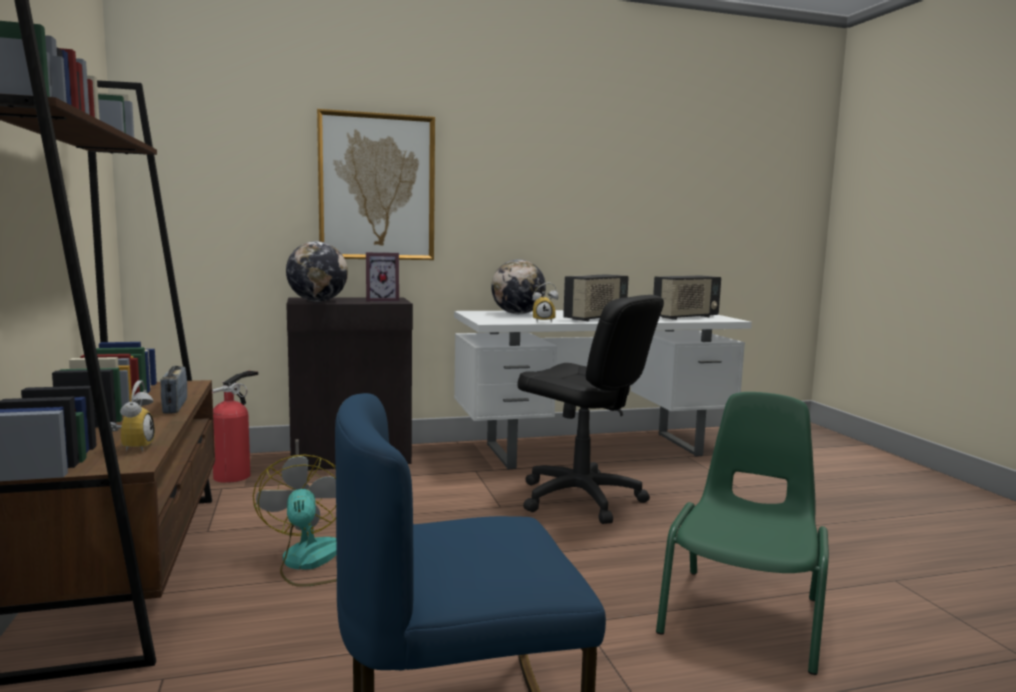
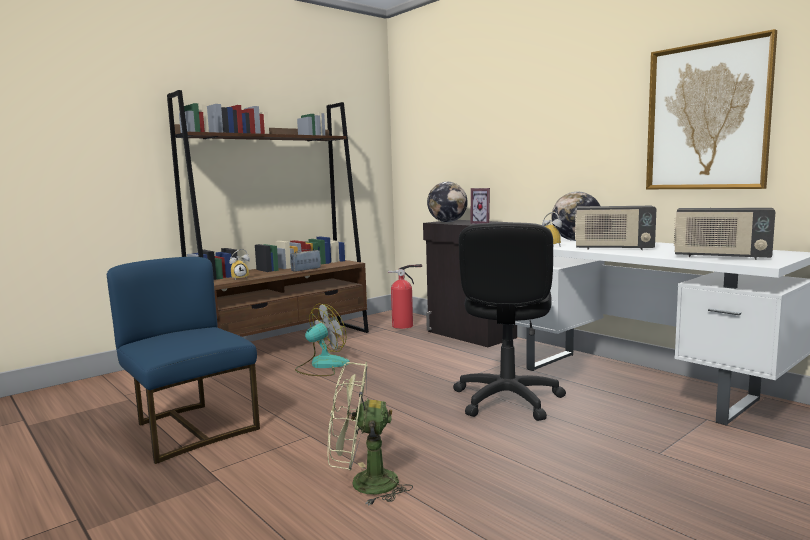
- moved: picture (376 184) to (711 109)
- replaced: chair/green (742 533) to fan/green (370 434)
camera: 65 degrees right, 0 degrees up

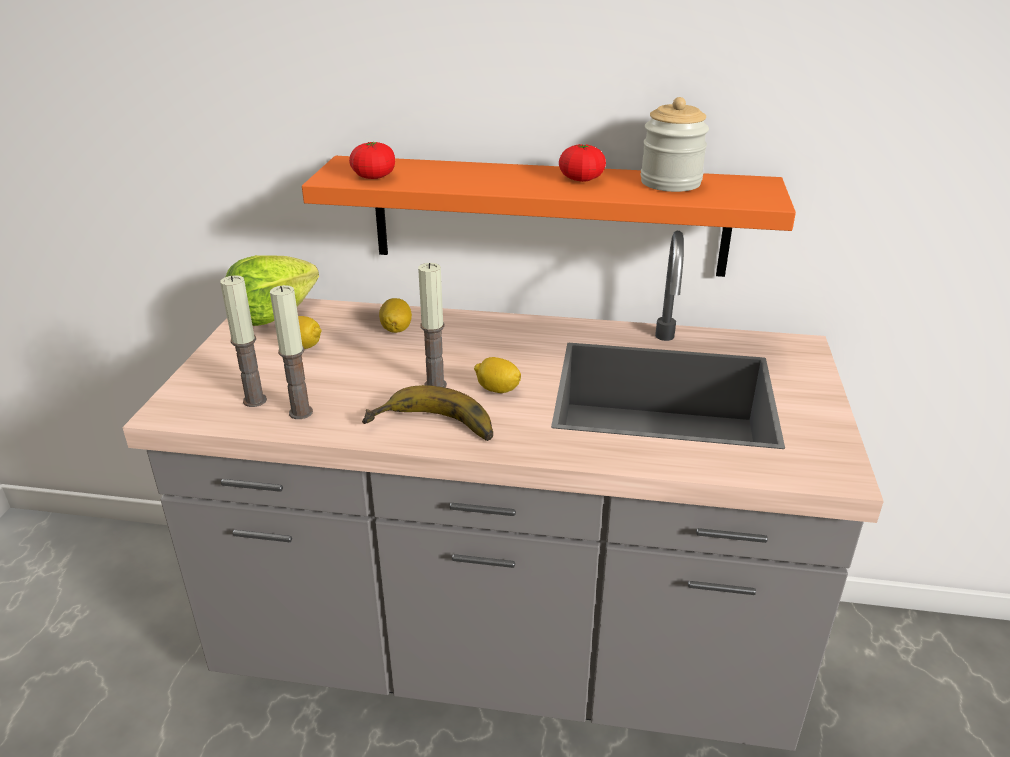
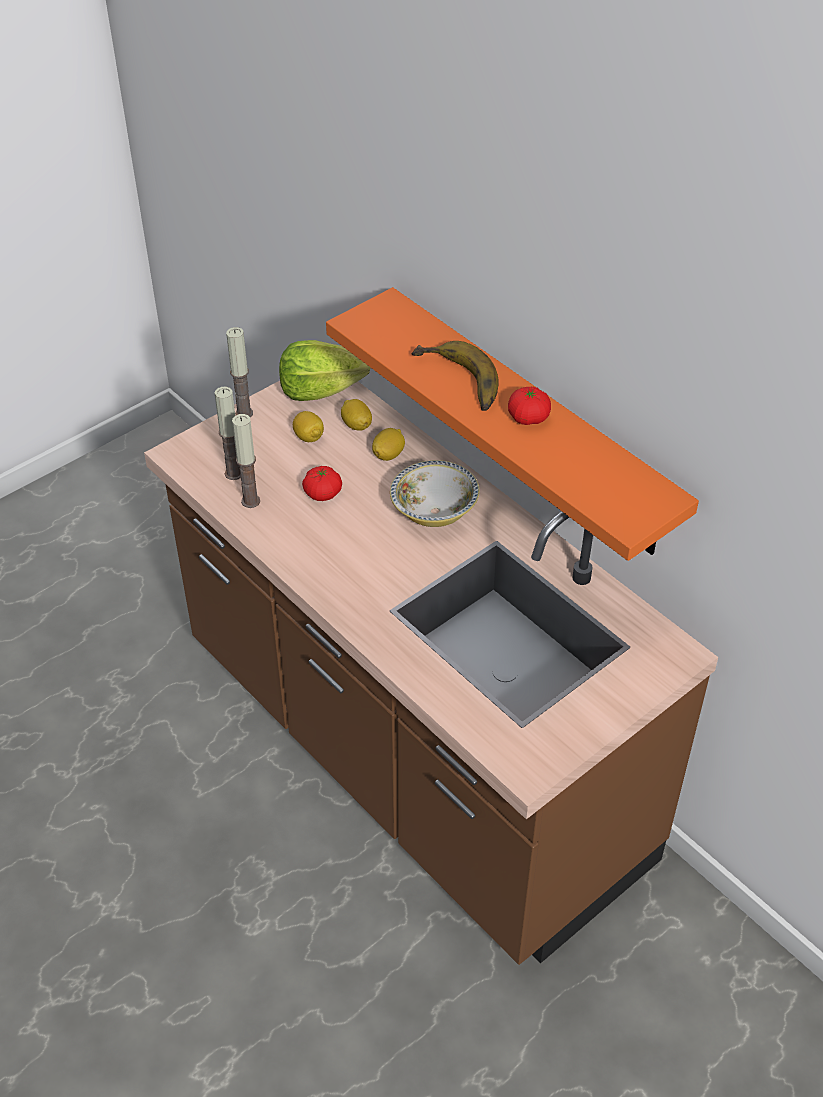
- removed: jar (675 144)
- added: bowl (435 493)
- moved: tomato (372 160) to (322 483)
- moved: banana (427 413) to (455 376)
- moved: candle (432 325) to (239 372)
- moved: lemon (497 375) to (356 415)
- recoloured: counter/grey (503 491) to counter/brown (431 673)
camera: 40 degrees right, 15 degrees up

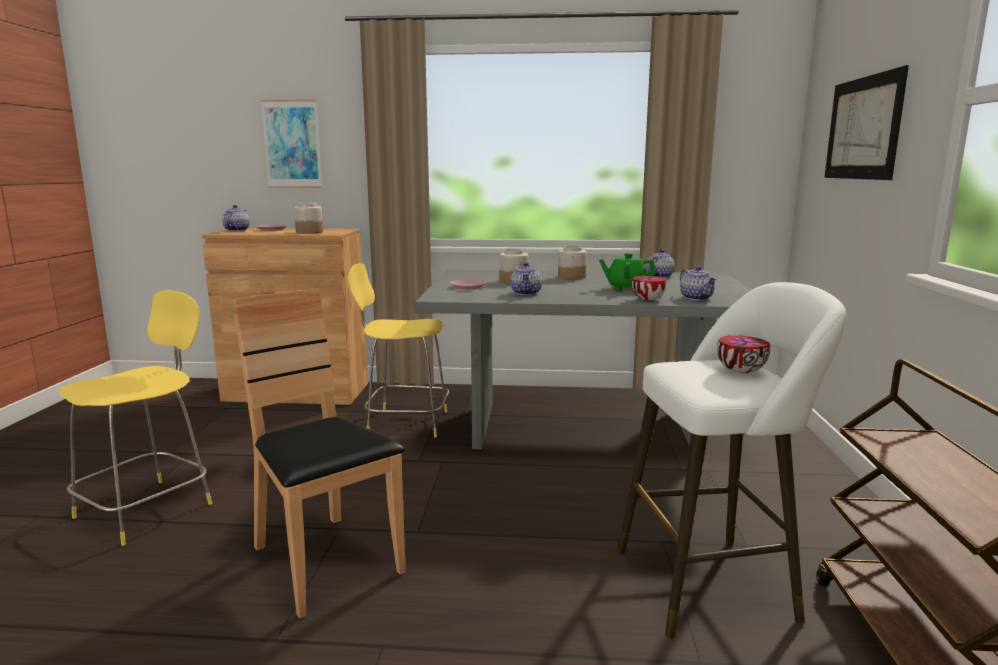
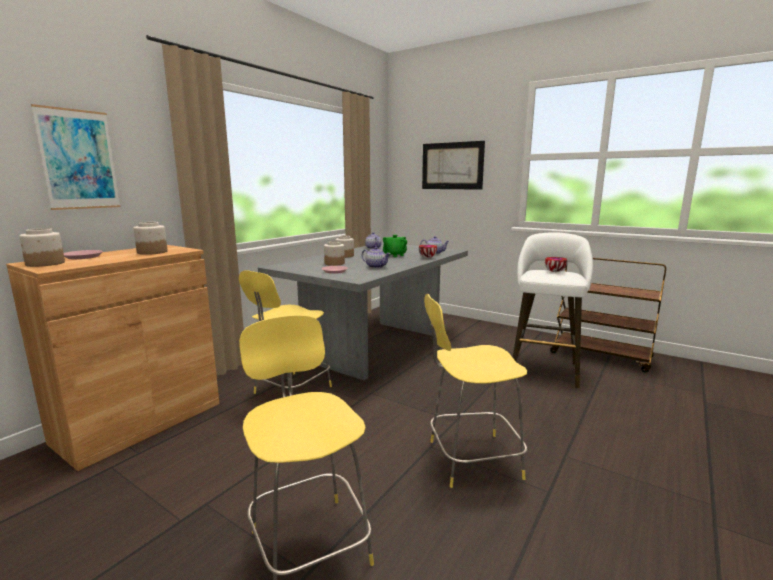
- replaced: teapot (236 218) to jar (42 247)
- replaced: chair/brown (320 453) to stool/yellow (475 391)
camera: 60 degrees left, 0 degrees up

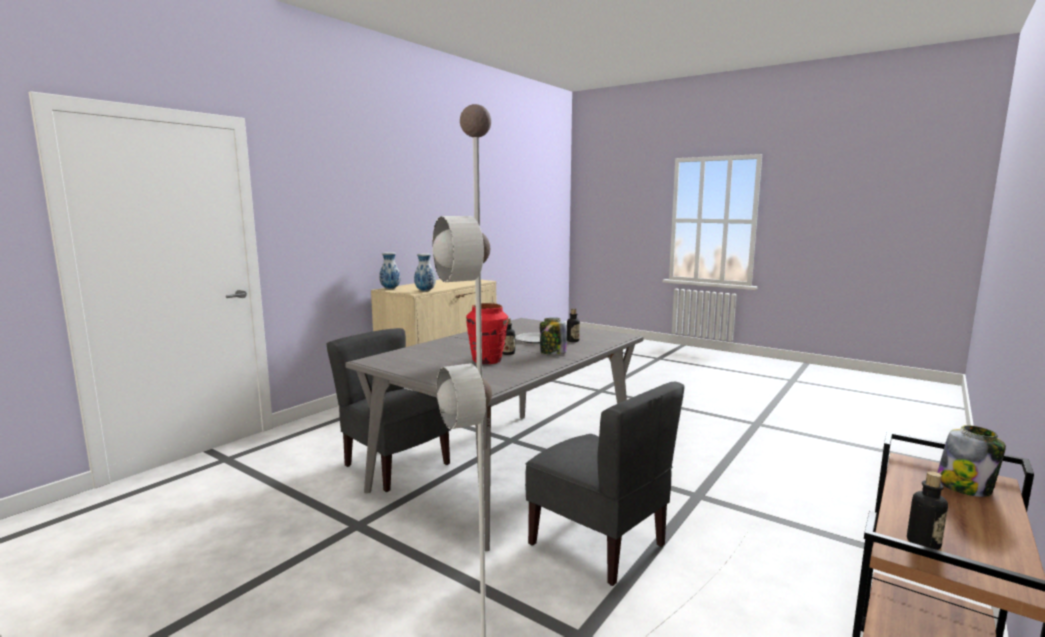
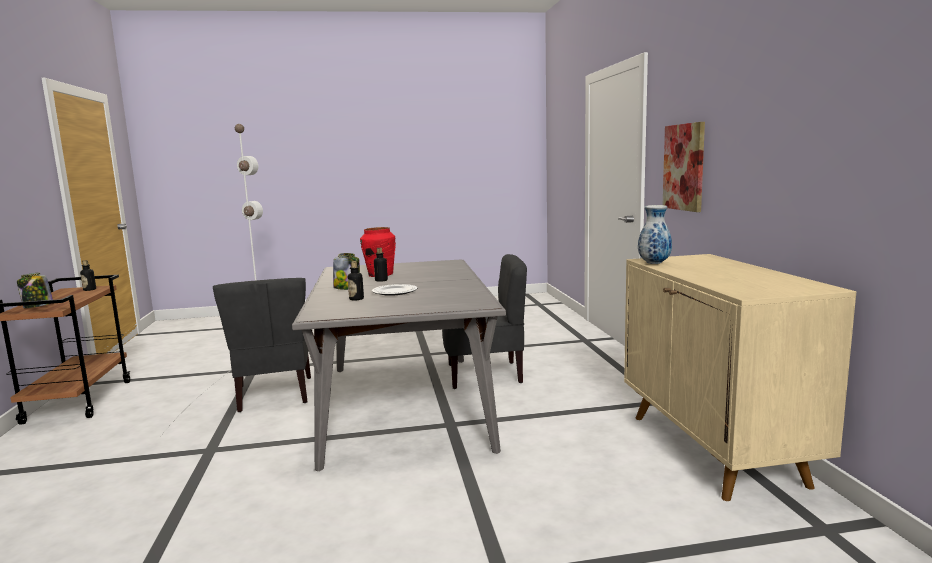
- removed: vase (390 270)
- added: picture (684 167)
- turned: chair/grey (605 484) = (262 345) 105 degrees counterclockwise
camera: 135 degrees right, 0 degrees up

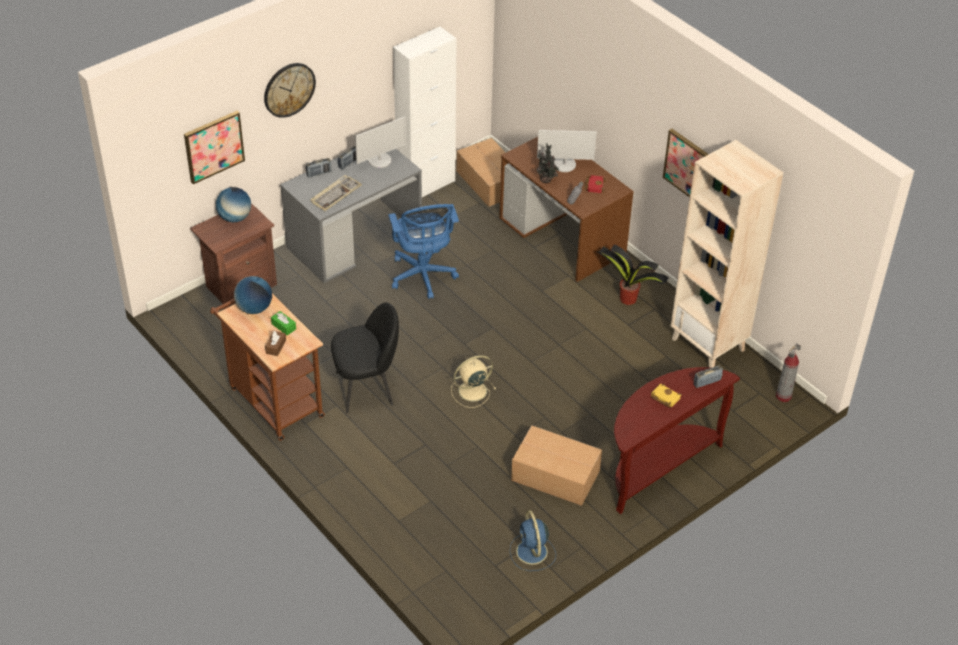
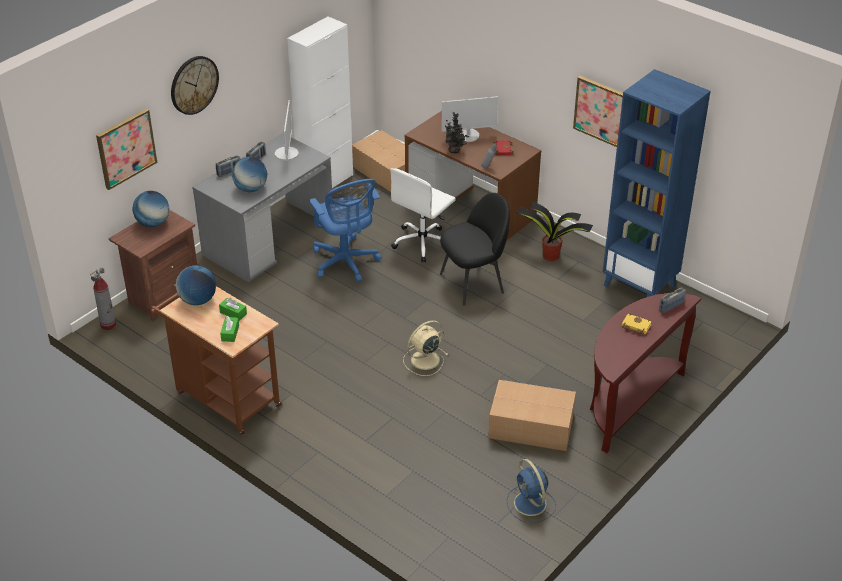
- added: office chair/white (423 215)
- moved: chair/black (365 358) to (475 249)
- moved: fire extinguisher (788 372) to (103 298)
- replaced: keyboard (336 193) to globe (249 174)
- recoloured: tissue box/brown (275 343) to tissue box/green (229 329)
- recoloured: bookcase/beige (727 254) to bookcase/blue (656 183)
- turned: monitor (380 142) = (287 130) 45 degrees counterclockwise
camera: 10 degrees left, 5 degrees down

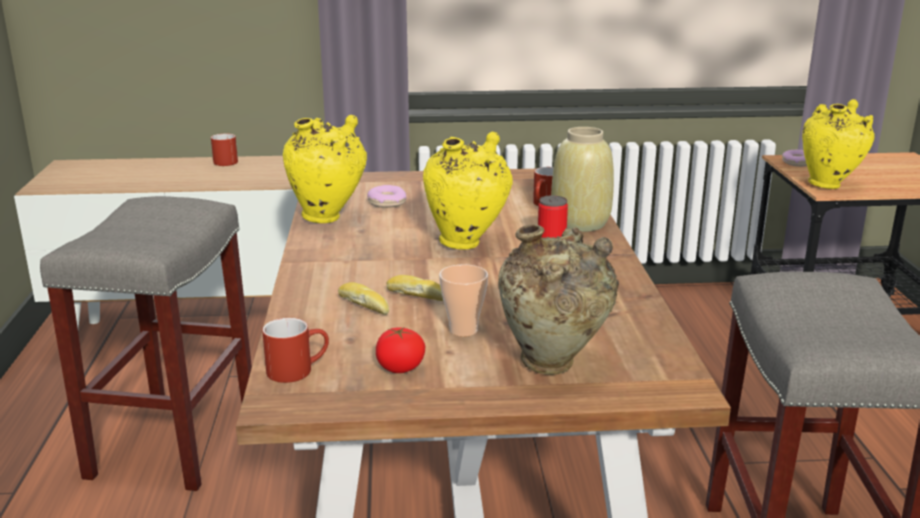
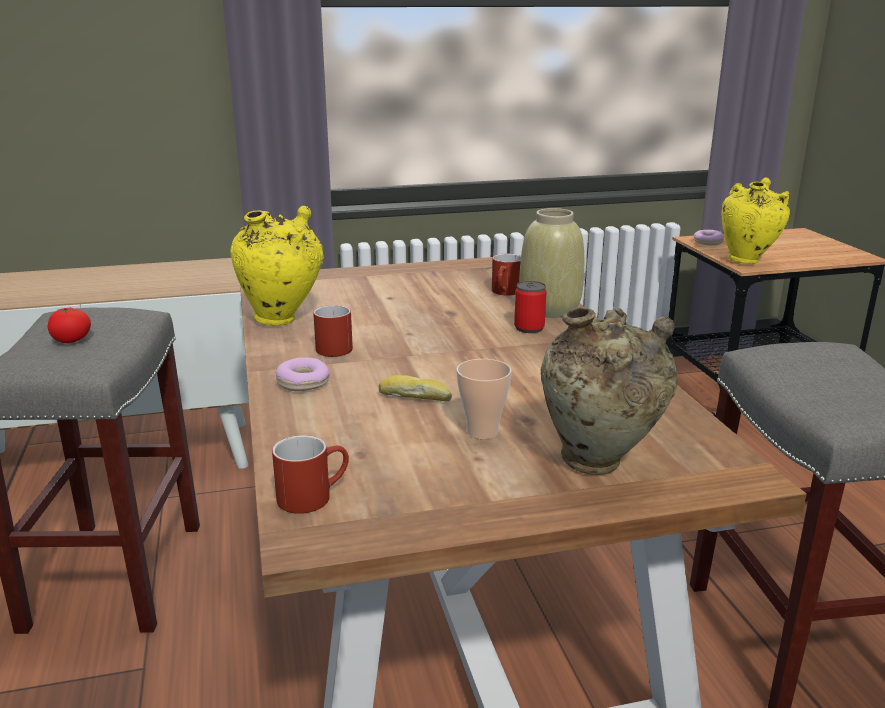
- removed: bread (363 298)
- removed: vase/yellow (468 191)
- moved: mug/red (224 149) to (333 331)
- moved: donut (387 196) to (303 374)
- moved: tomato (400 350) to (69 325)
camera: 10 degrees left, 0 degrees up

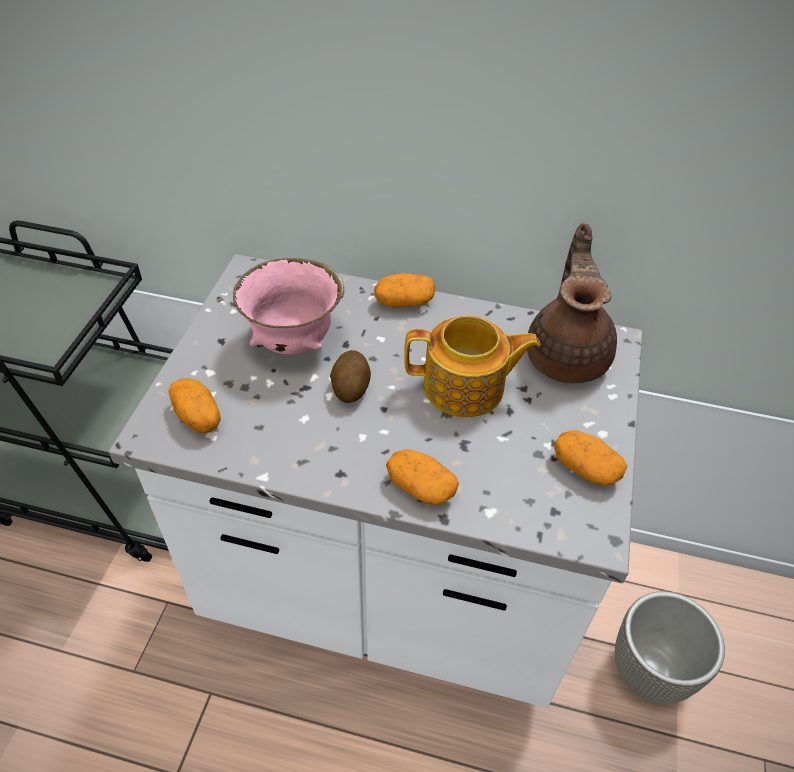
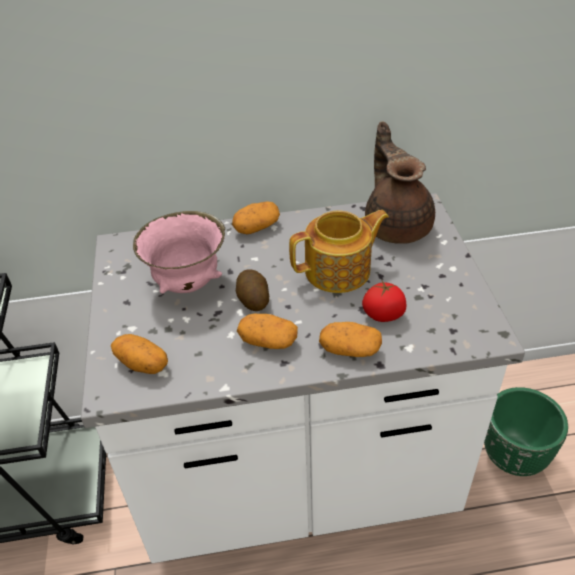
- added: tomato (384 301)
- moved: potato (590 458) to (267 331)
- recoloured: planter/grey (670 647) to planter/green (526 431)
camera: 20 degrees left, 5 degrees down

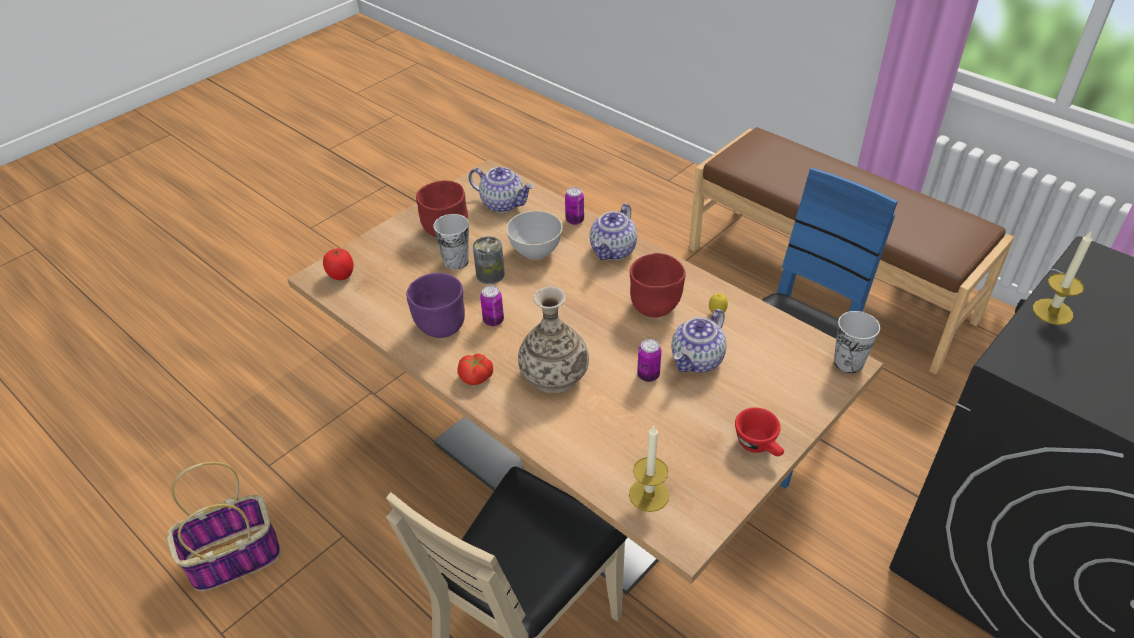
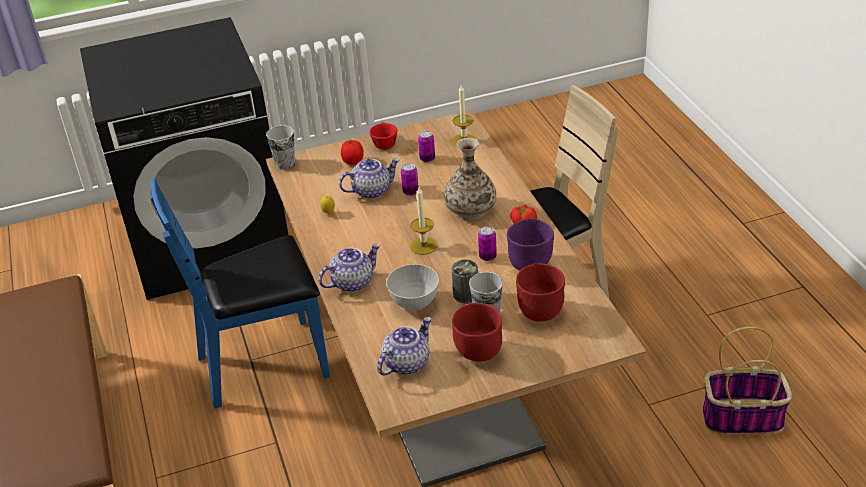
- moved: tomato (338 264) to (352 152)
- moved: can (574 206) to (426 146)
- moved: bowl/red (657 285) to (540 292)
- moved: candle (1062 278) to (424 221)
- turned: teapot (501 190) = (404 346) 75 degrees clockwise
camera: 150 degrees left, 5 degrees down

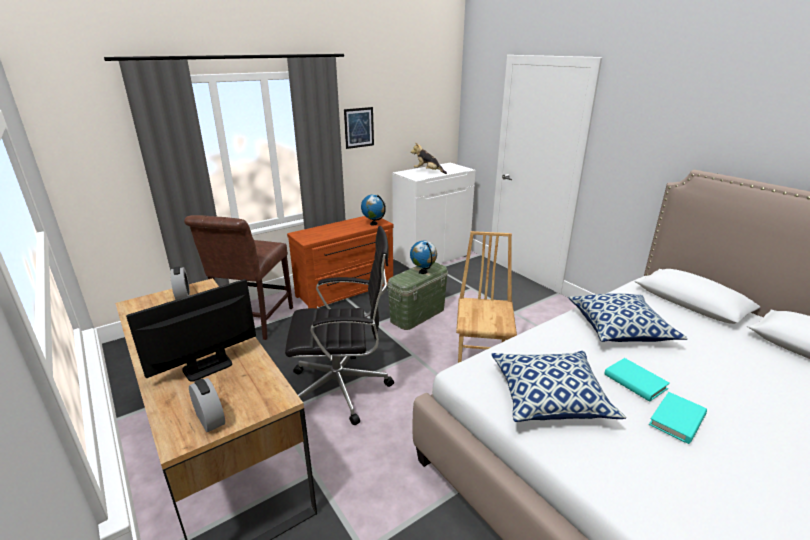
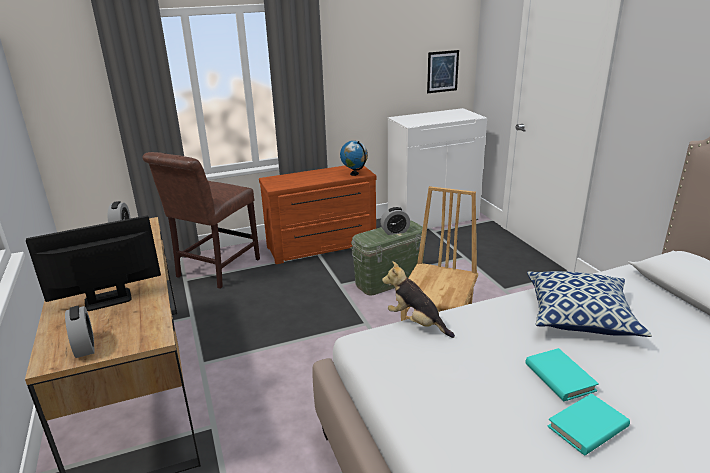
- removed: office chair/black (339 325)
- removed: pillow (558 386)
- moved: picture (359 128) to (443 71)
- moved: plush toy (429 158) to (418 299)
- replaced: globe (423 257) to alarm clock (395 221)
camera: 15 degrees right, 0 degrees up

